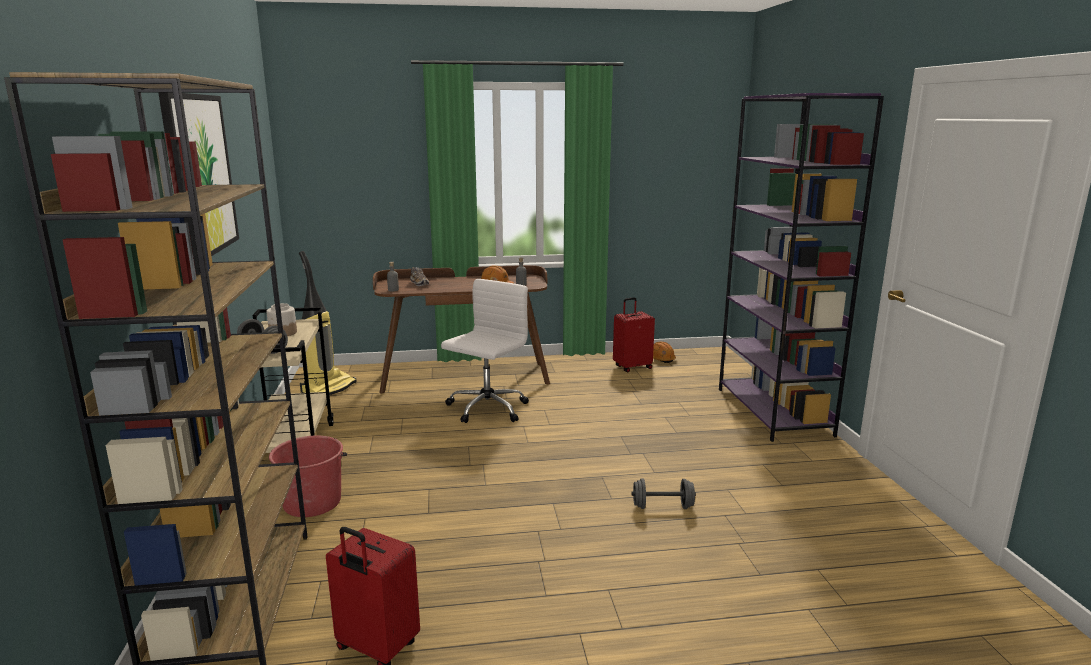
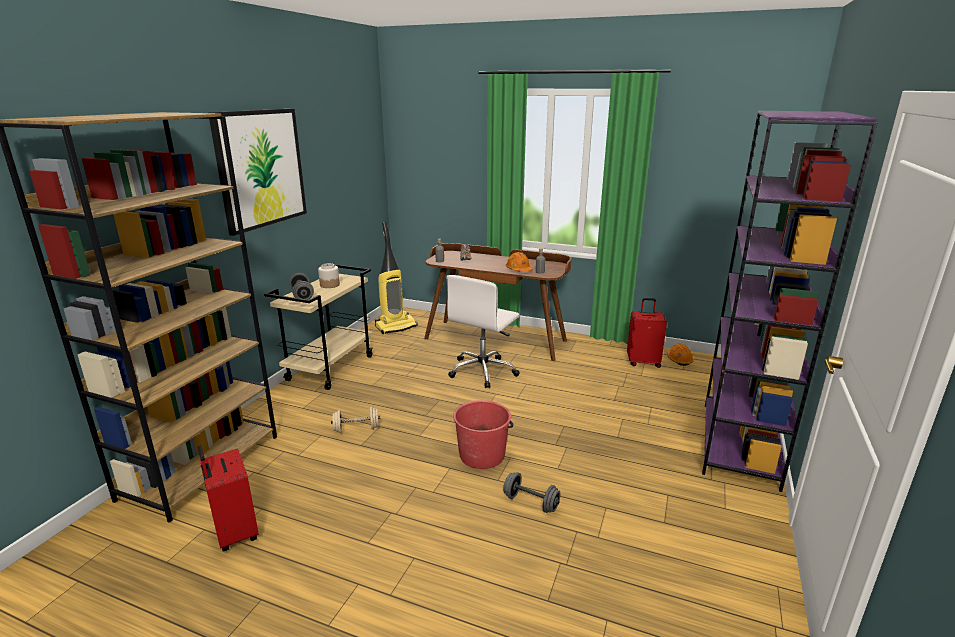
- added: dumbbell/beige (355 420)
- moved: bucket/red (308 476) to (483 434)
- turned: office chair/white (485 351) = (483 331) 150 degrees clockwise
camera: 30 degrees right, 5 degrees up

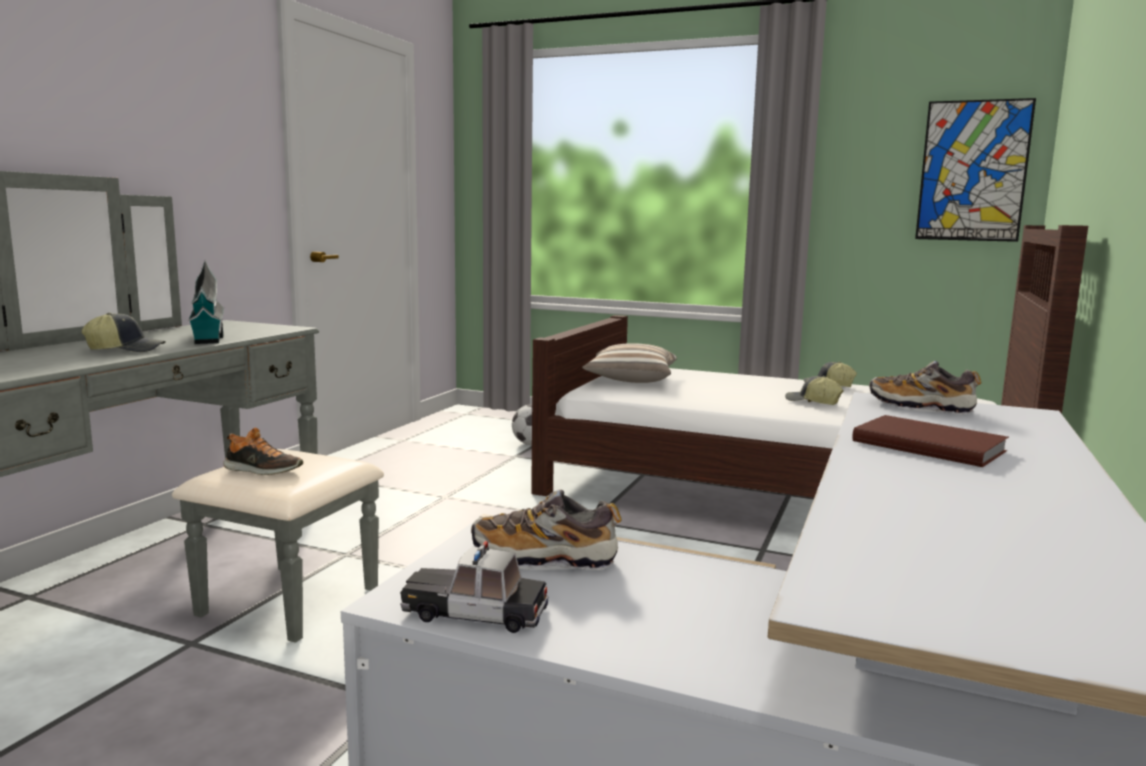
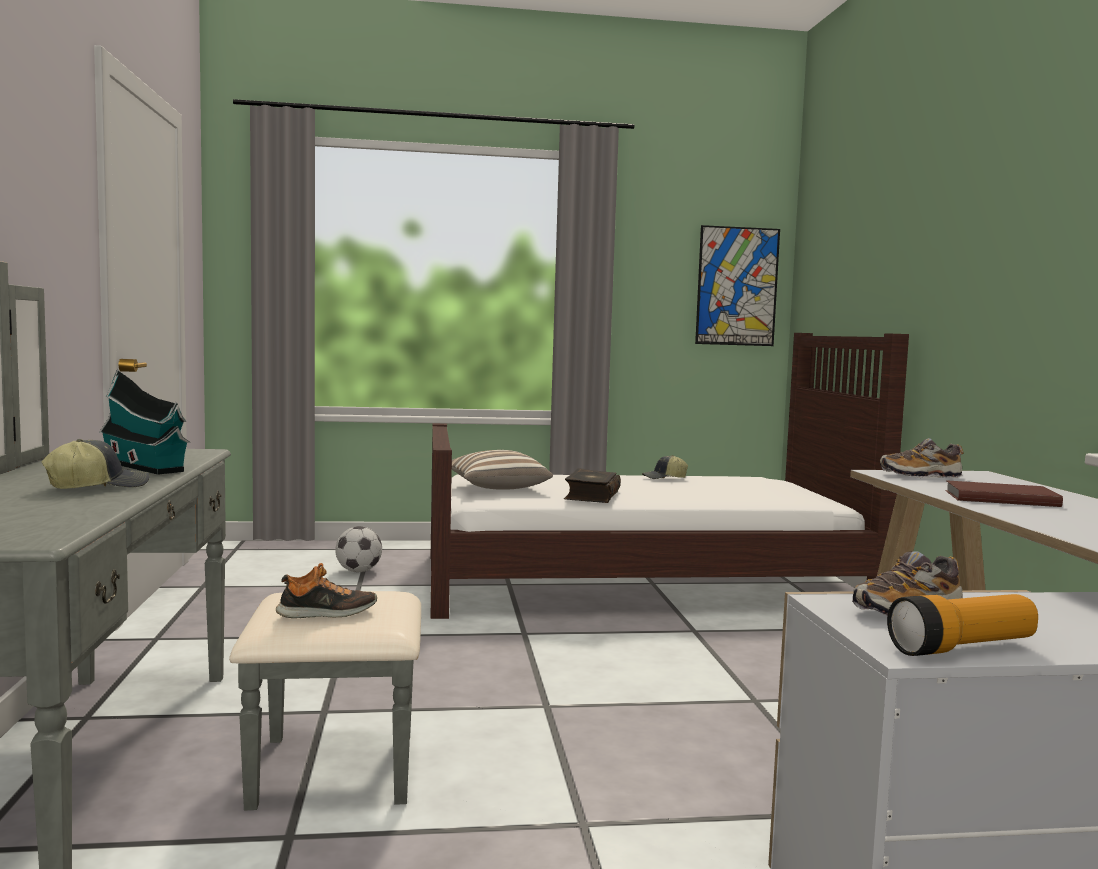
- removed: cap (814 390)
- added: book (592 485)
- replaced: toy car (474 587) to flashlight (962 625)
camera: 30 degrees left, 5 degrees down

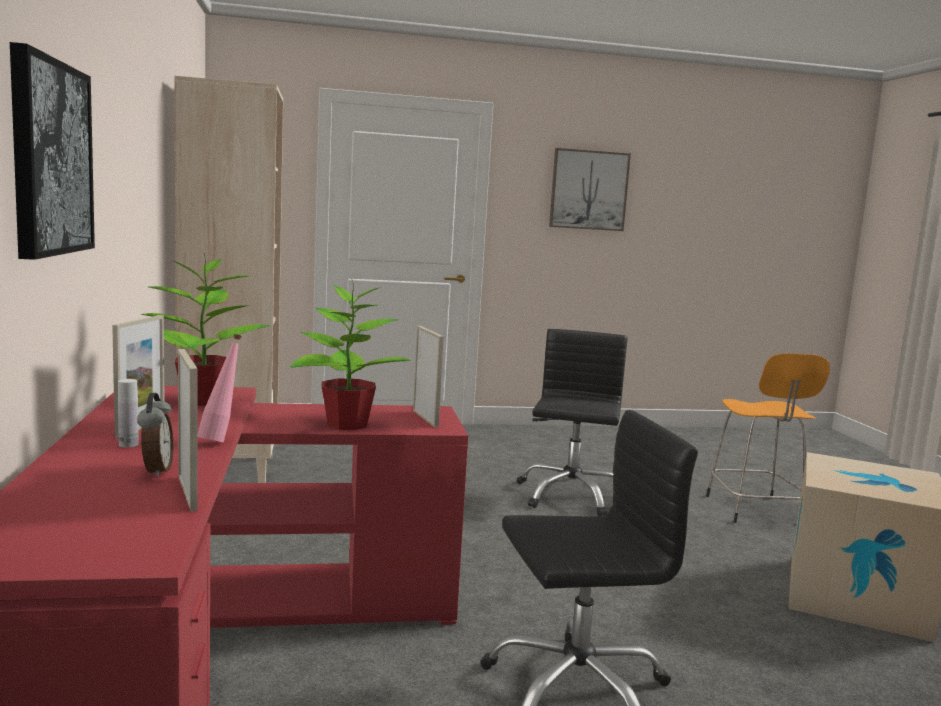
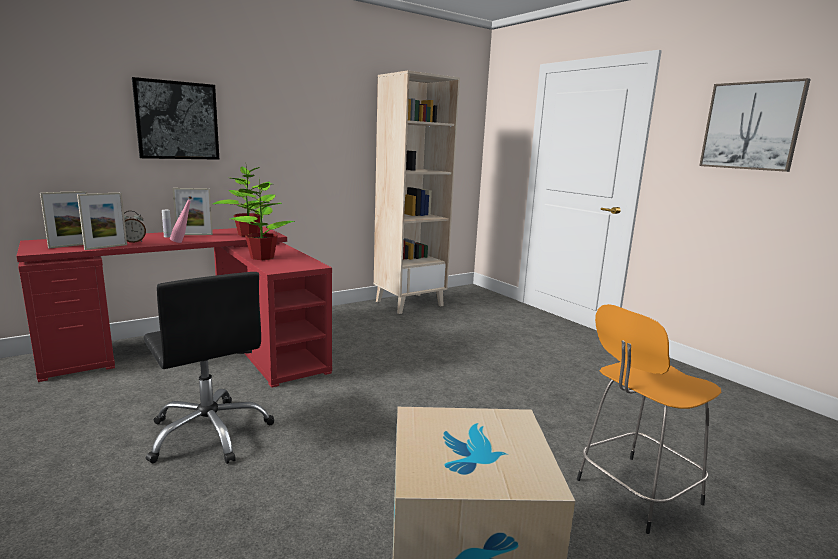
- removed: office chair/black (572 422)
- moved: picture frame (428 377) to (63 219)
camera: 65 degrees right, 5 degrees up

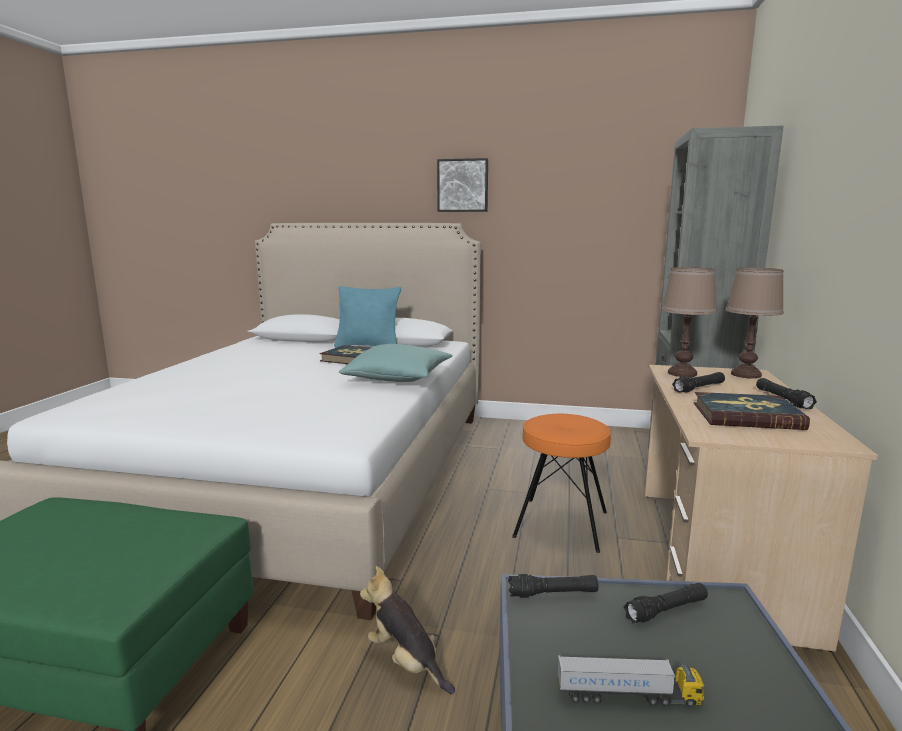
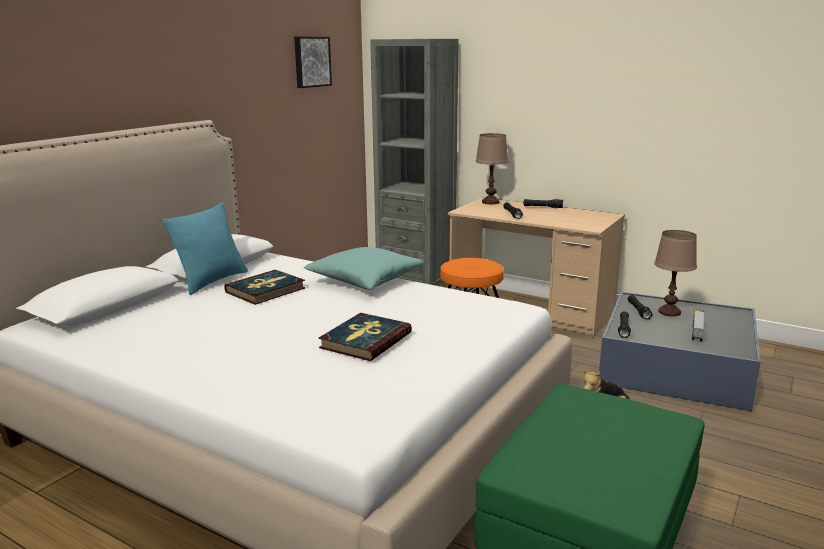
- moved: picture (462 185) to (313 62)
- moved: table lamp/brown (689 322) to (675 273)
- moved: book (752 411) to (365 337)
camera: 70 degrees left, 5 degrees up

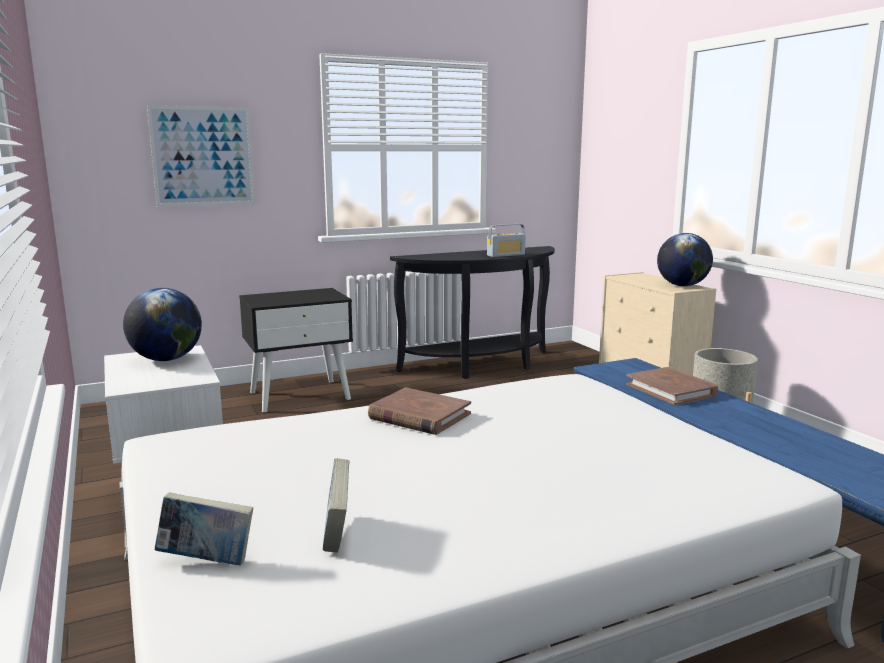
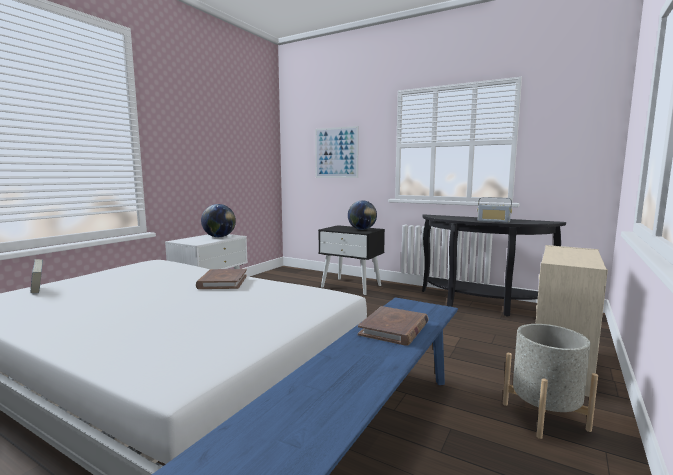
- removed: book (336 505)
- moved: globe (685 259) to (362 215)
camera: 55 degrees right, 5 degrees down

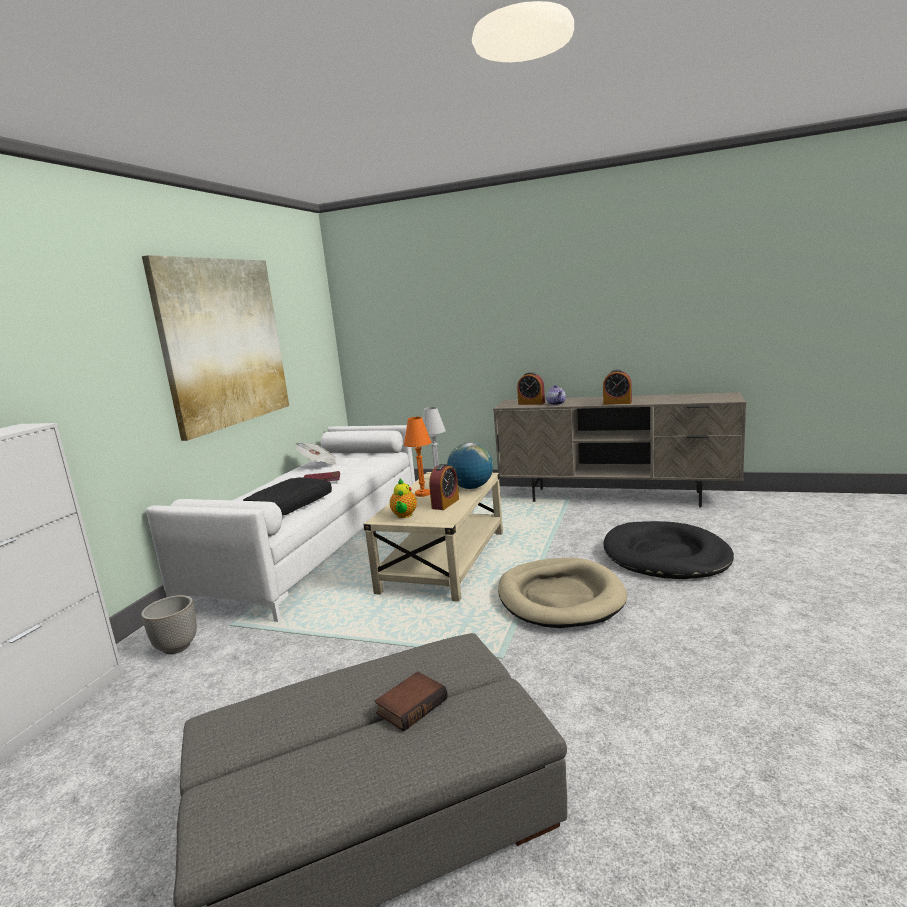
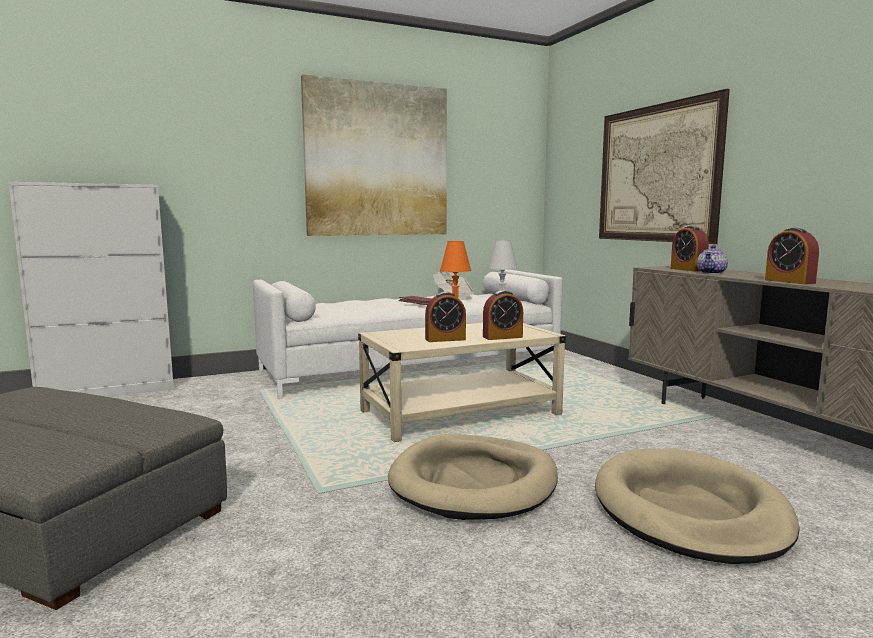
- removed: planter (169 624)
- removed: pillow/black (287 496)
- removed: book (411 701)
- removed: teapot (403 498)
- added: picture (664 166)
- replaced: globe (470 466) to alarm clock (503 315)
- recoloured: dog bed/black (669 550) to dog bed/beige (697 506)
camera: 45 degrees right, 5 degrees down

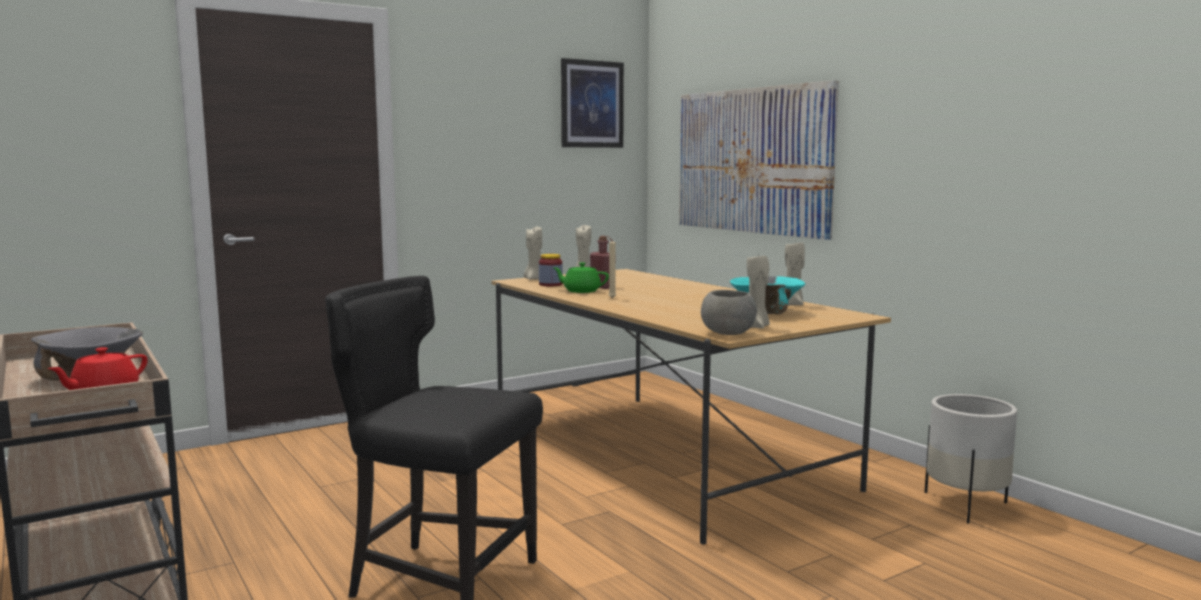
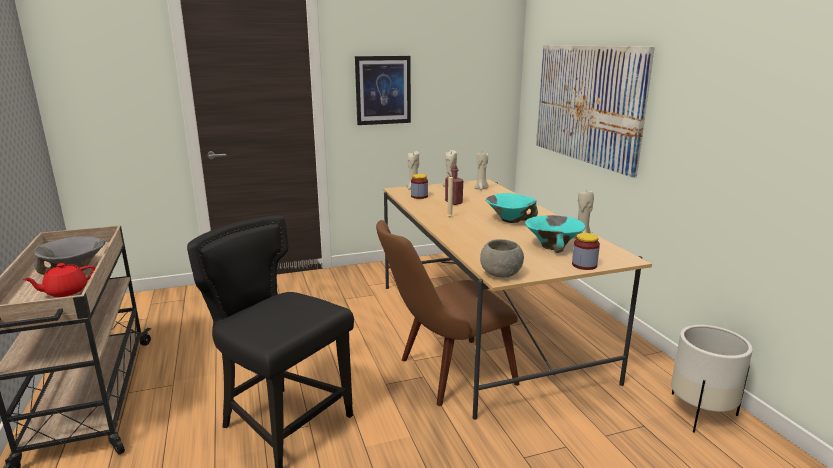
- removed: teapot/green (581 277)
- added: chair/brown (447 313)
- added: bowl/turquoise (512 208)
- added: jar (586 251)
- moved: picture (592 103) to (383 90)
- moved: candle/beige (758 292) to (481 171)
camera: 15 degrees right, 10 degrees up

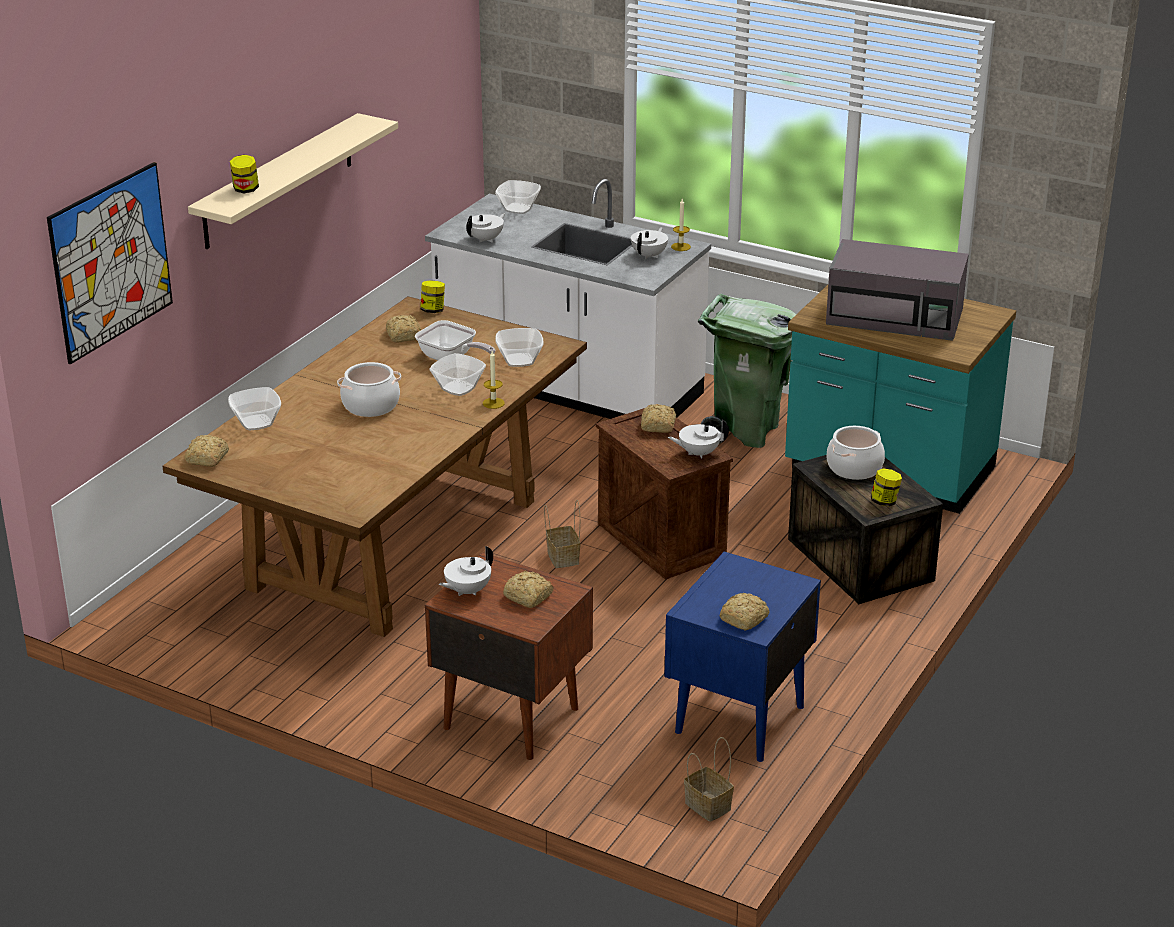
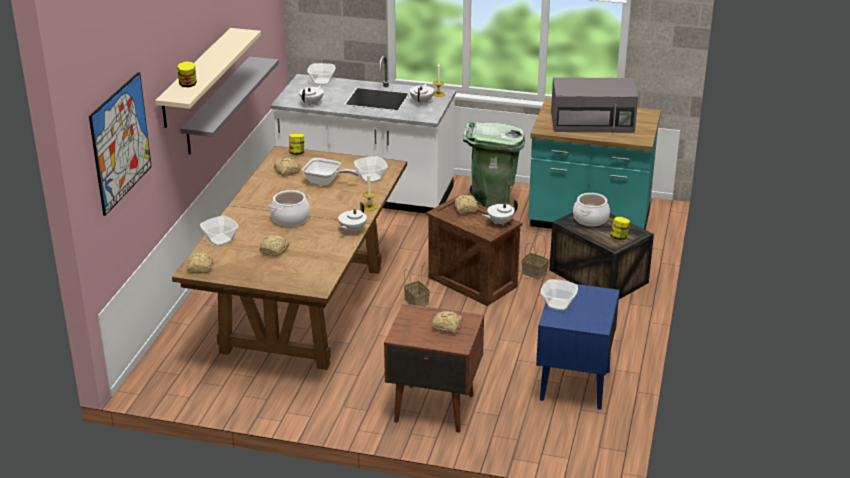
- added: shelf/grey (229 105)
- moved: bowl (458 374) to (559 295)
- moved: teapot/white (466 571) to (352 218)
- moved: basket (709 779) to (535 256)
- moved: bread (744 612) to (274 245)
camera: 15 degrees left, 0 degrees up

